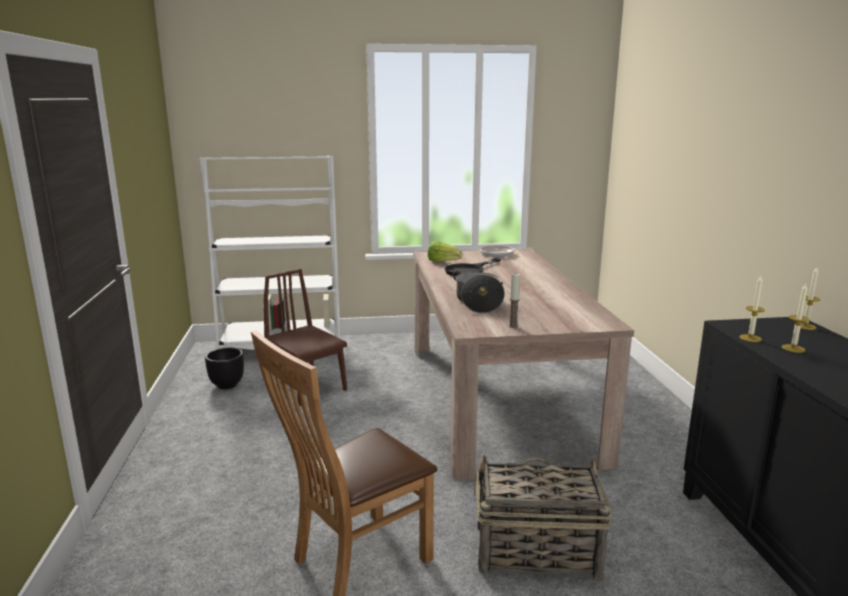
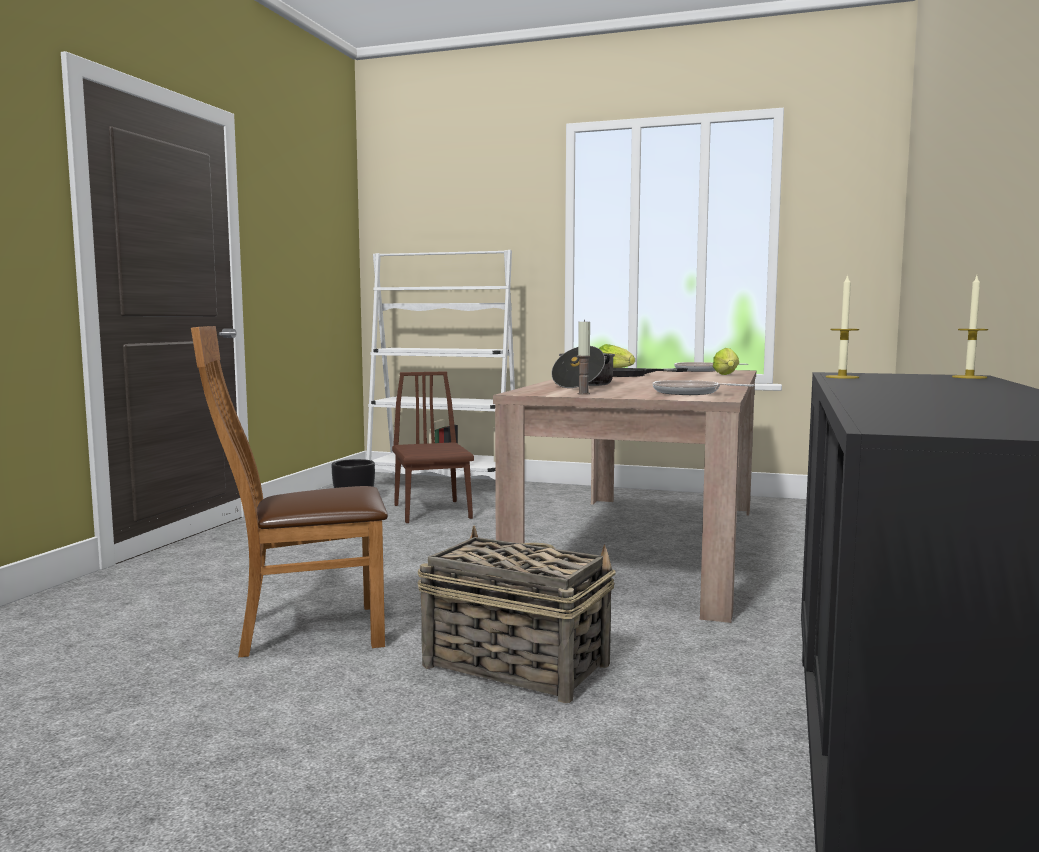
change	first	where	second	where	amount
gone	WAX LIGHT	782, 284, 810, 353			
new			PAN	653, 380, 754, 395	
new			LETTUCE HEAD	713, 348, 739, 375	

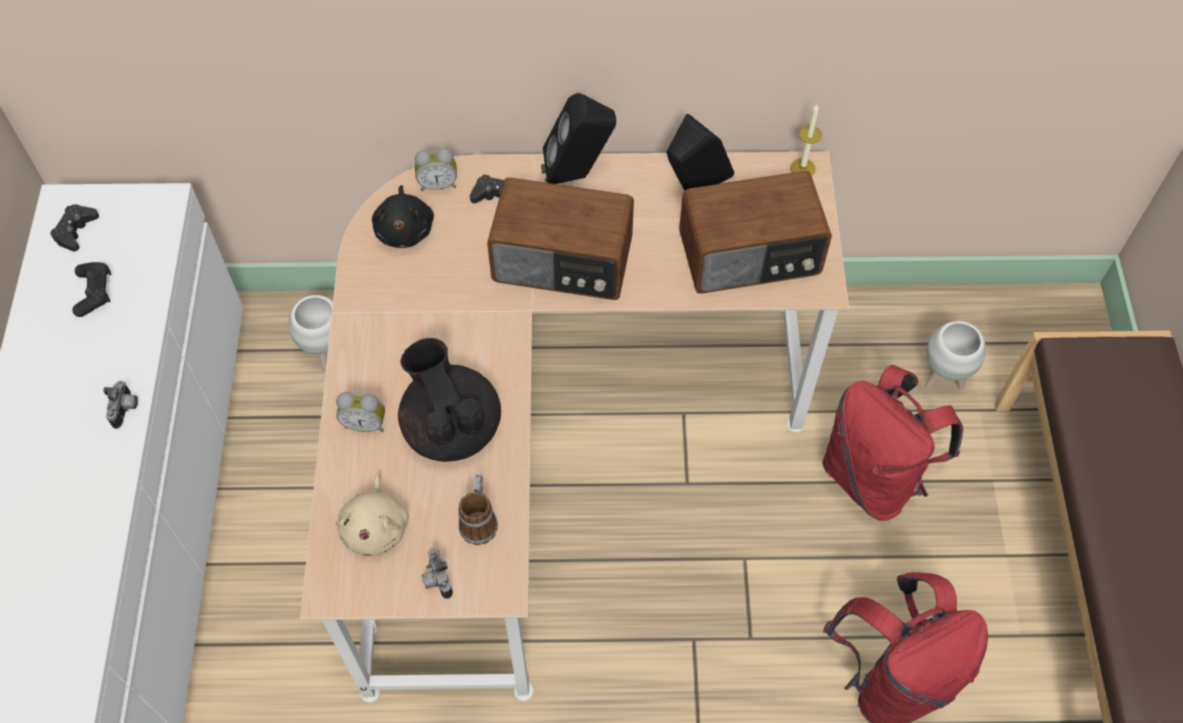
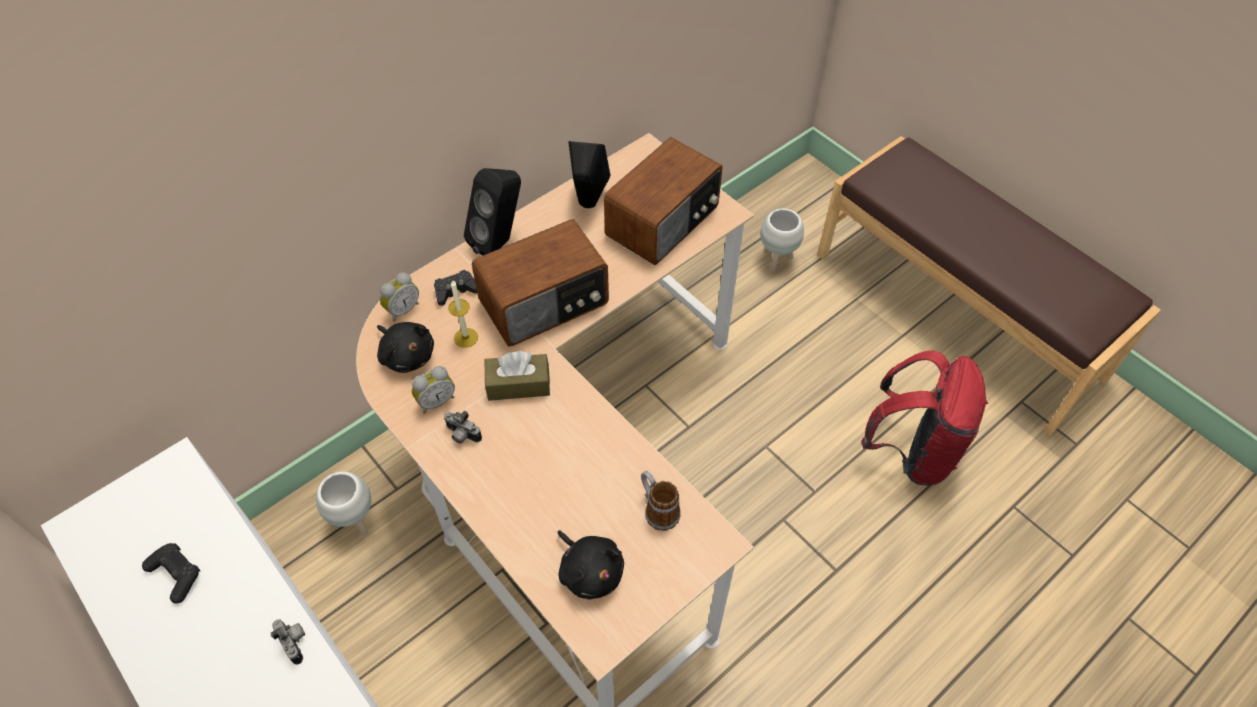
change	first	where	second	where	amount
gone	BLACKISH GAME CONTROLLER	50, 204, 99, 251			
gone	BLACKISH POT FOR TEA	398, 338, 501, 462			
gone	RED KNAPSACK	822, 365, 963, 521			
new			BROWN-COLOURED TISSUE BOX	485, 351, 550, 401	
shifted	TABLE CLOCK	336, 392, 385, 432		412, 366, 455, 414	
shifted	STILL CAMERA	421, 547, 453, 599		443, 411, 482, 444	
shifted	WAX LIGHT	790, 104, 822, 176		448, 280, 478, 348	
repainted	BEIGE-COLOURED PLUSH TOY	336, 473, 409, 557	BLACKISH PLUSH TOY	558, 530, 624, 599	

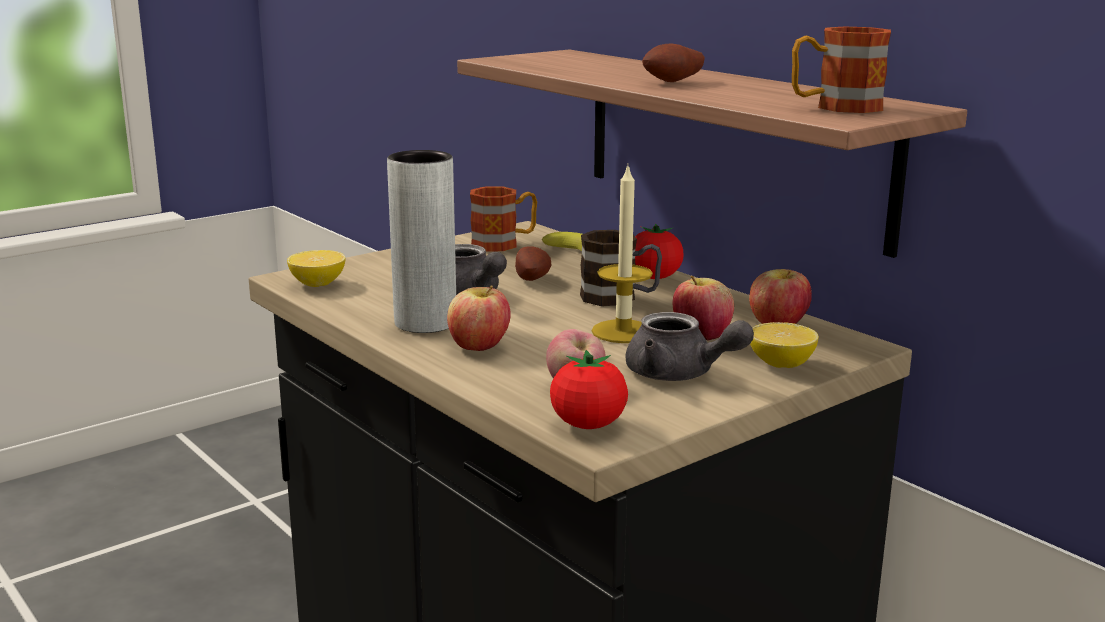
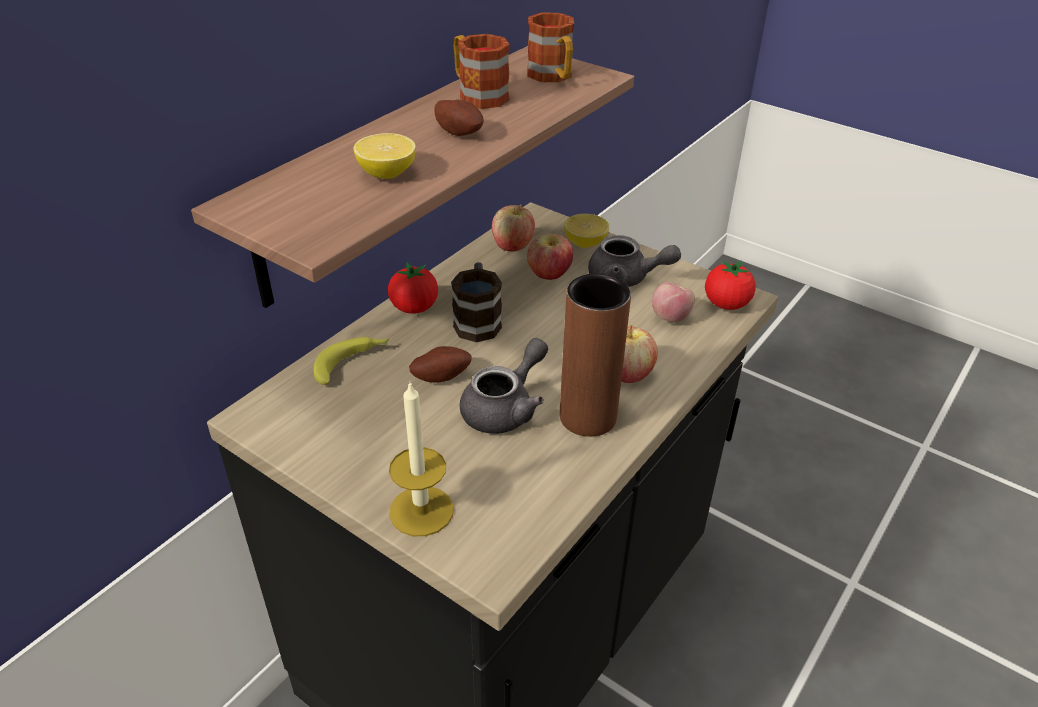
change	first	where	second	where	amount
shifted	WHOLE LEMON	287, 250, 345, 287		353, 133, 416, 179	
shifted	MUG	470, 187, 537, 251		453, 34, 510, 109	
shifted	WAX LIGHT	592, 163, 653, 343		389, 383, 454, 536	
repainted	GREYISH VASE	387, 150, 456, 333	BROWN-COLOURED VASE	560, 273, 631, 437	
rotated	GREYISH POT FOR TEA	625, 312, 754, 381		588, 235, 681, 287	90 degrees clockwise

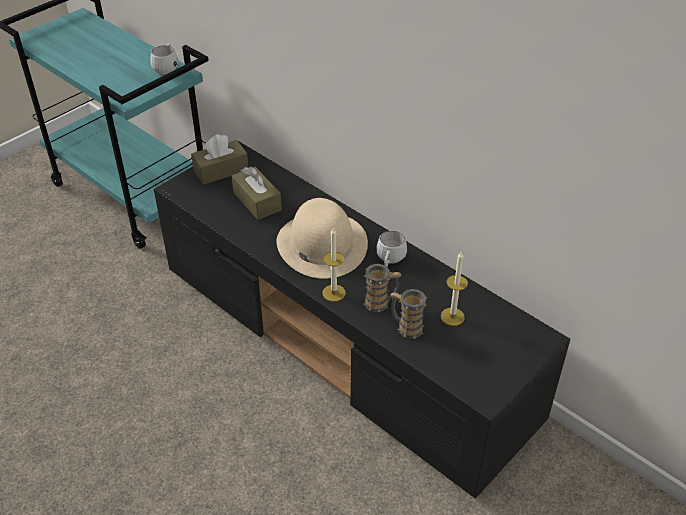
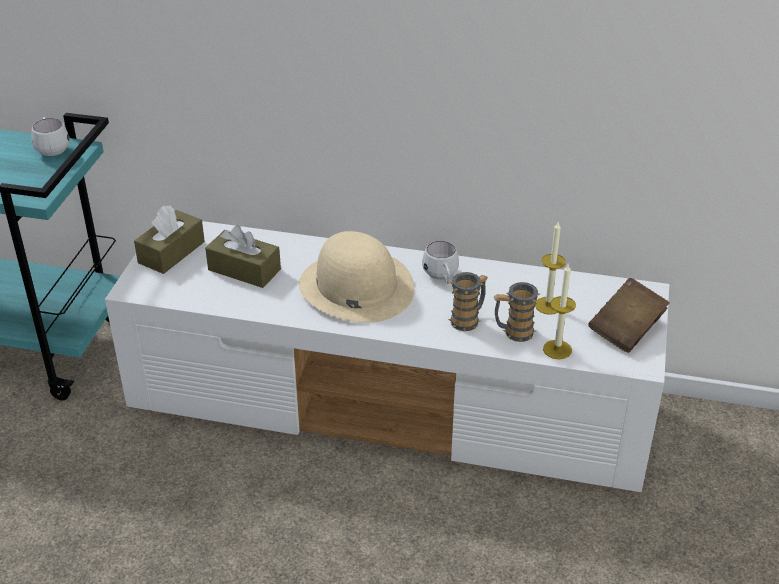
change	first	where	second	where	amount
new			BROWN-COLOURED VOLUME	588, 278, 670, 353	
shifted	WAX LIGHT	323, 227, 346, 302		543, 264, 576, 359	
repainted	BLACKISH MEDIA CONSOLE	154, 140, 570, 499	WHITISH MEDIA CONSOLE	105, 221, 669, 492	

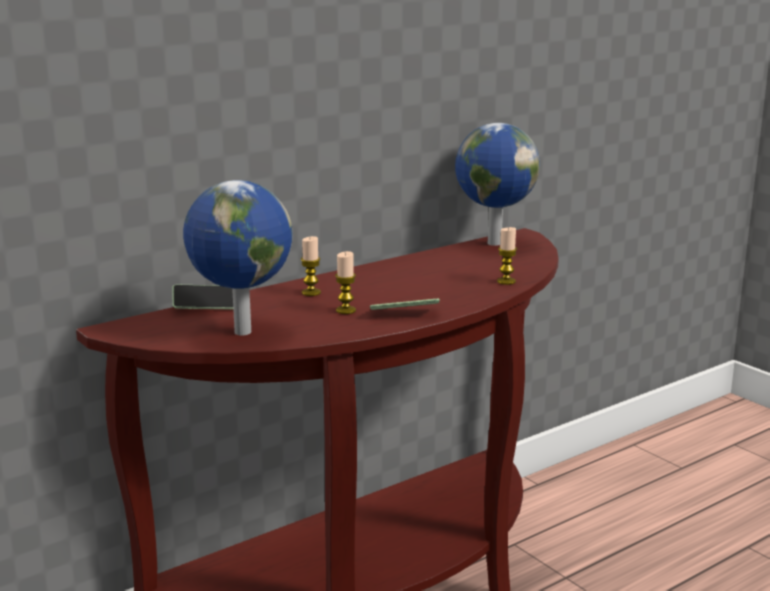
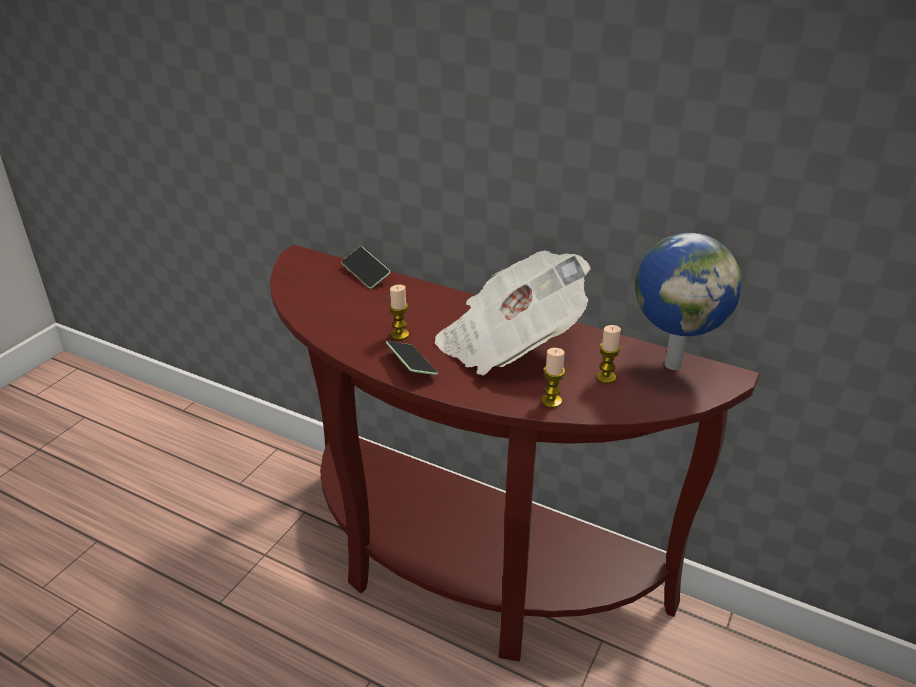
change	first	where	second	where	amount
gone	WORLD GLOBE	183, 180, 293, 336			
new			DAILY PAPER	435, 250, 591, 375	
shifted	WAX LIGHT	301, 236, 321, 296		596, 325, 621, 384	

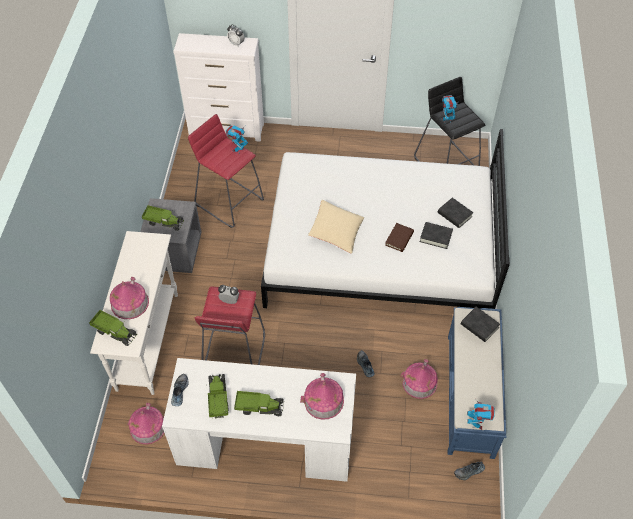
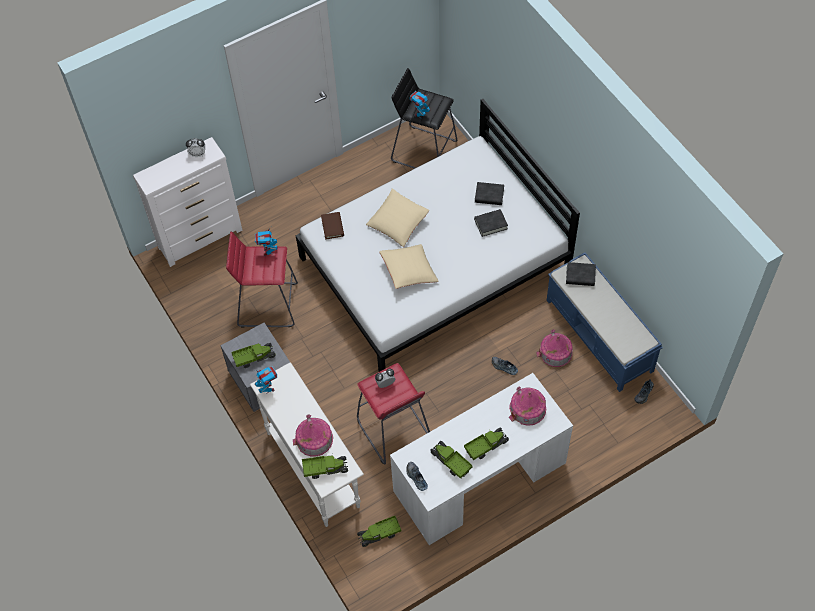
change	first	where	second	where	amount
new			BEIGE-COLOURED PILLOW	366, 188, 429, 247	
shifted	BROWN-COLOURED VOLUME	385, 223, 414, 252		321, 212, 344, 240	
shifted	MODEL ROBOT	467, 400, 495, 430		255, 367, 277, 394	
swapped	MODEL HOUSE	127, 403, 164, 445	TOY LORRY	357, 516, 401, 547	

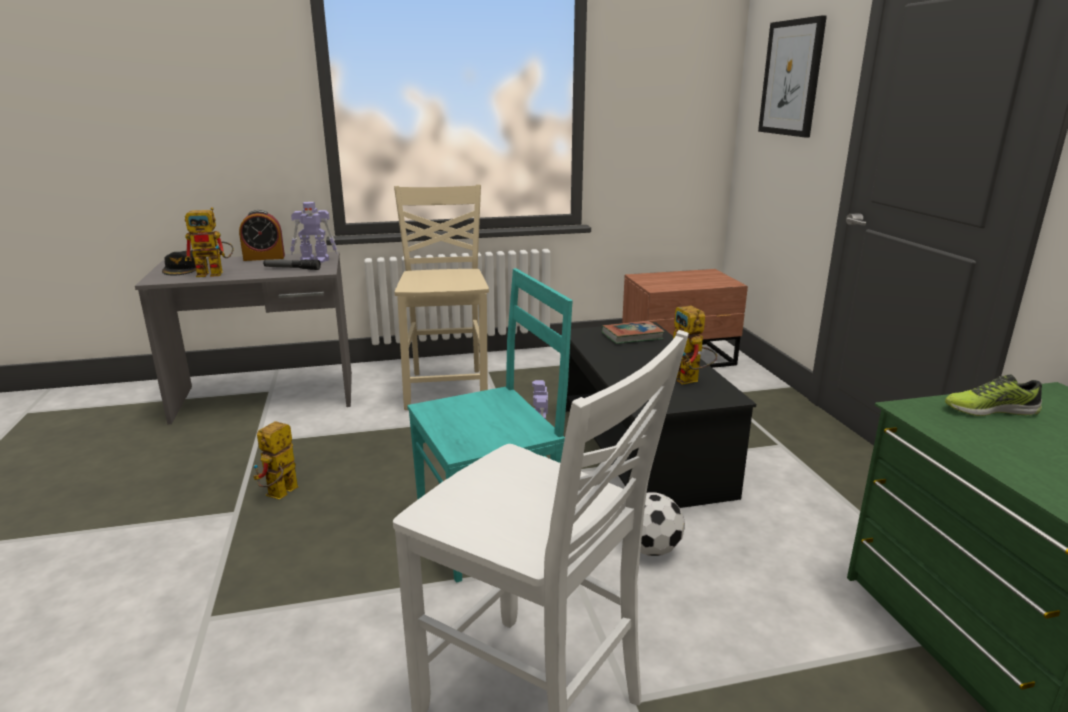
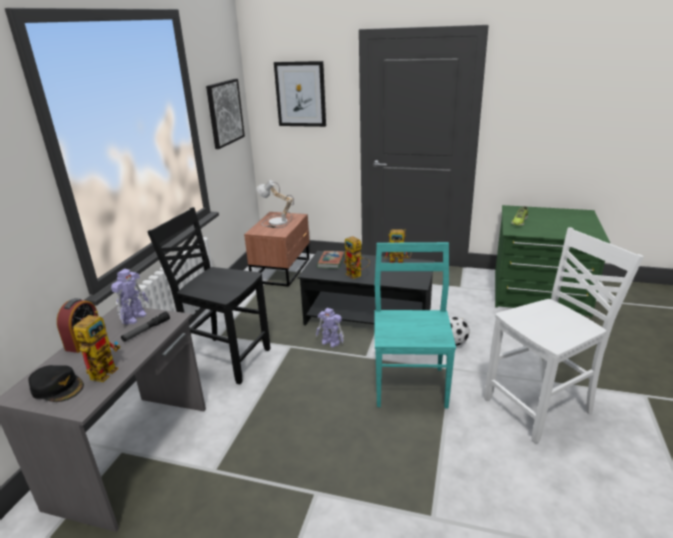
change	first	where	second	where	amount
new			WALL PICTURE	206, 79, 245, 149	
new			TABLETOP LAMP	257, 180, 294, 228	
shifted	MODEL ROBOT	253, 421, 298, 499		344, 236, 370, 279	
repainted	BEIGE-COLOURED PLAIN CHAIR	394, 184, 489, 410	BLACKISH PLAIN CHAIR	147, 207, 270, 384	

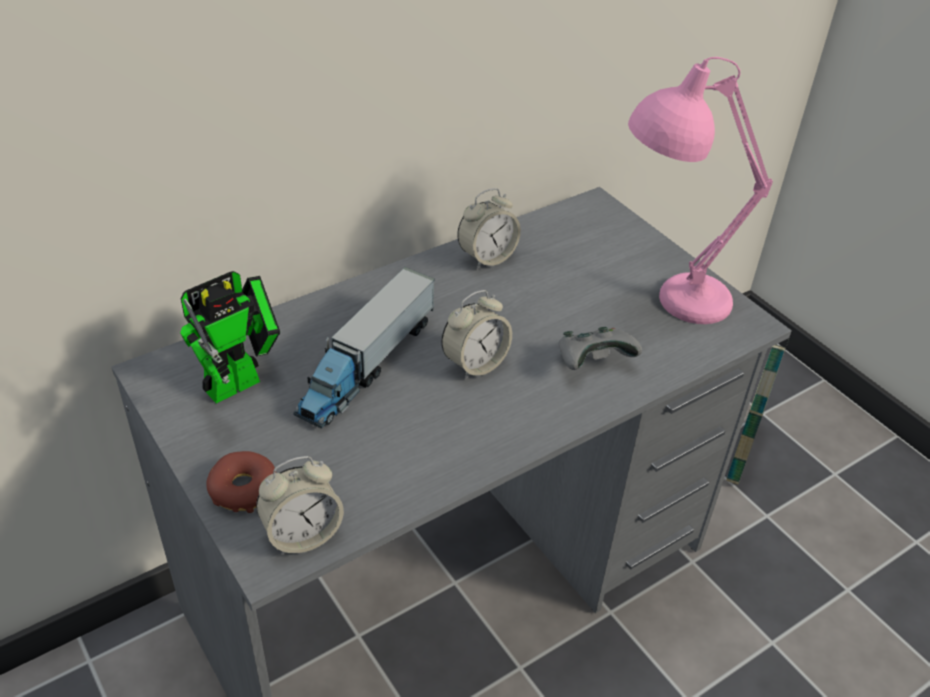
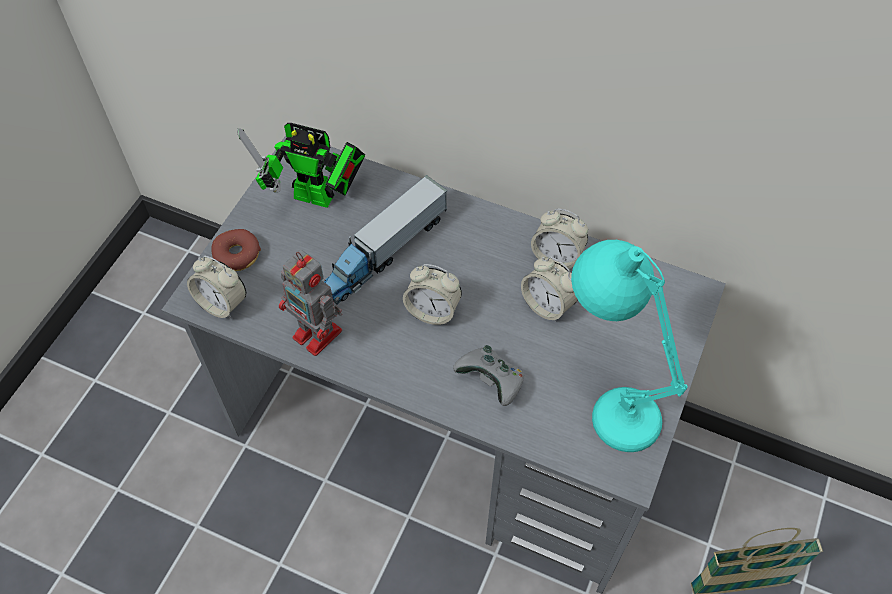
change	first	where	second	where	amount
new			MODEL ROBOT	279, 250, 342, 356	
new			TABLE CLOCK	521, 256, 578, 322	
repainted	PINKISH TABLETOP LAMP	628, 57, 773, 324	TURQUOISE TABLETOP LAMP	571, 240, 688, 452	
rotated	TOY LORRY	293, 267, 435, 429		324, 175, 448, 305	45 degrees counterclockwise

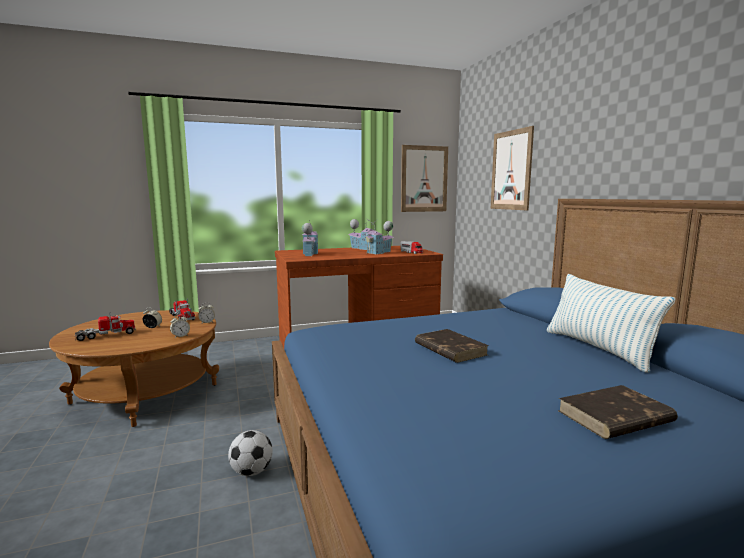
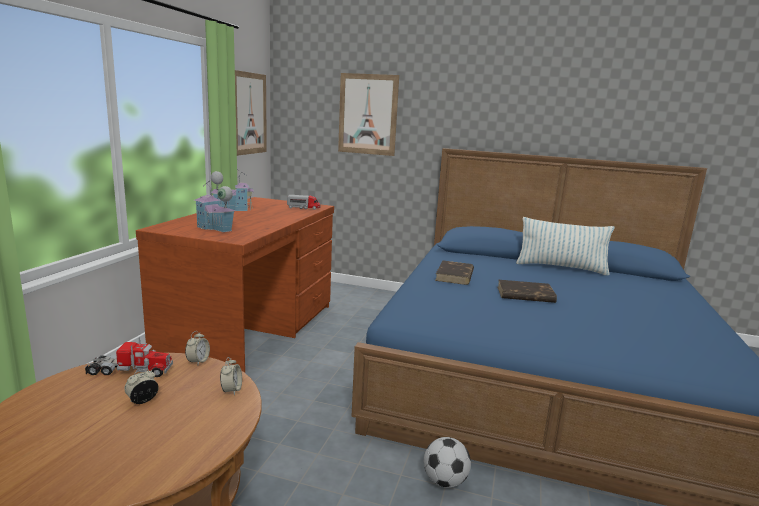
change	first	where	second	where	amount
gone	TOY LORRY	75, 312, 136, 341			
gone	MODEL HOUSE	365, 220, 394, 254			
shifted	BROWN-COLOURED VOLUME	558, 385, 678, 439		435, 260, 474, 285	

